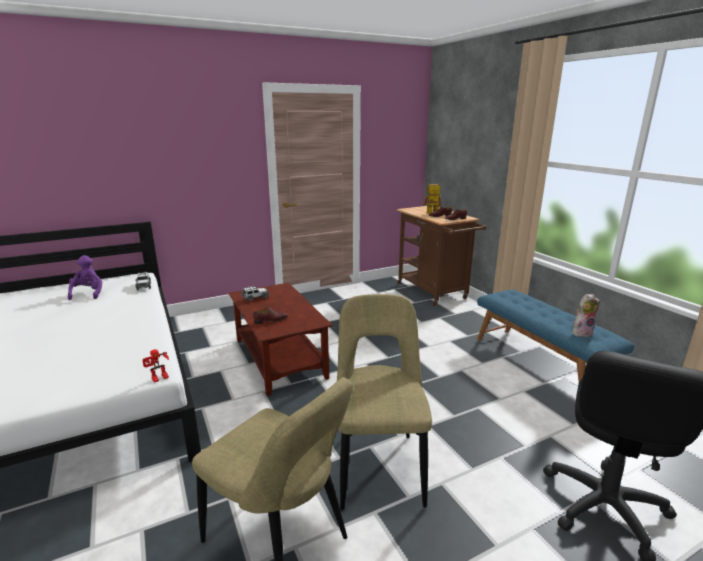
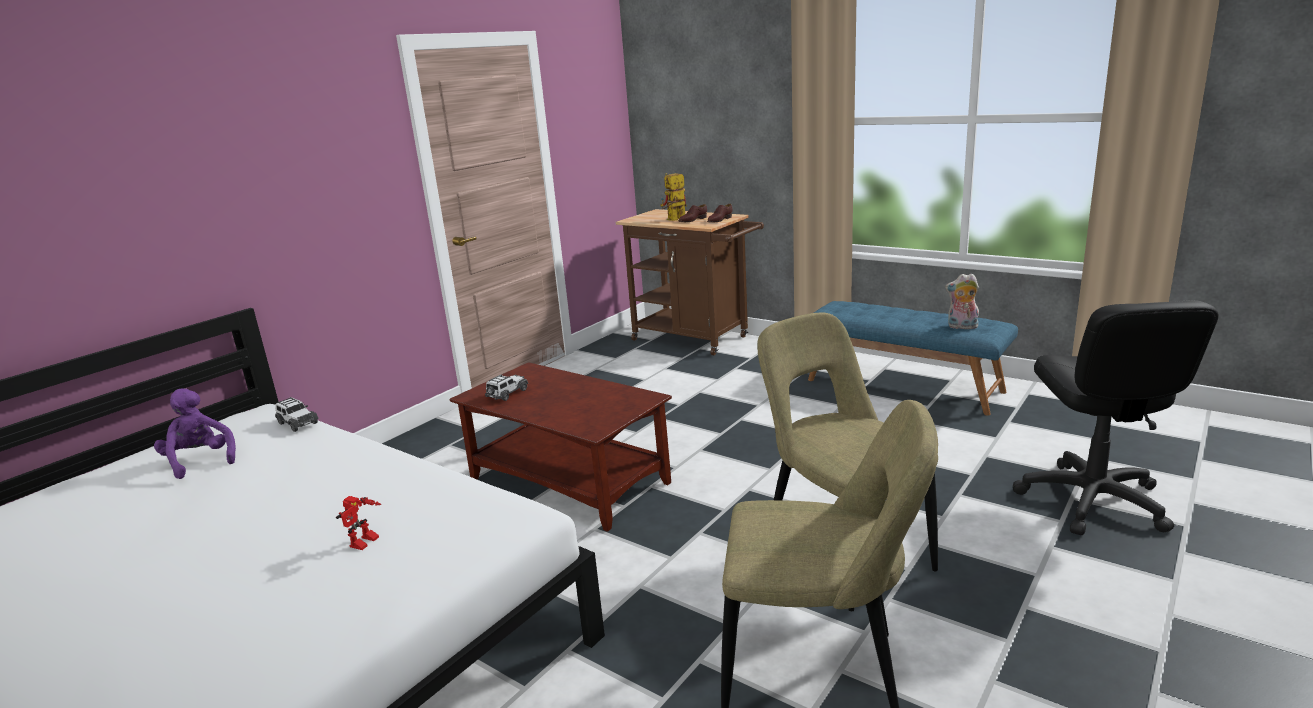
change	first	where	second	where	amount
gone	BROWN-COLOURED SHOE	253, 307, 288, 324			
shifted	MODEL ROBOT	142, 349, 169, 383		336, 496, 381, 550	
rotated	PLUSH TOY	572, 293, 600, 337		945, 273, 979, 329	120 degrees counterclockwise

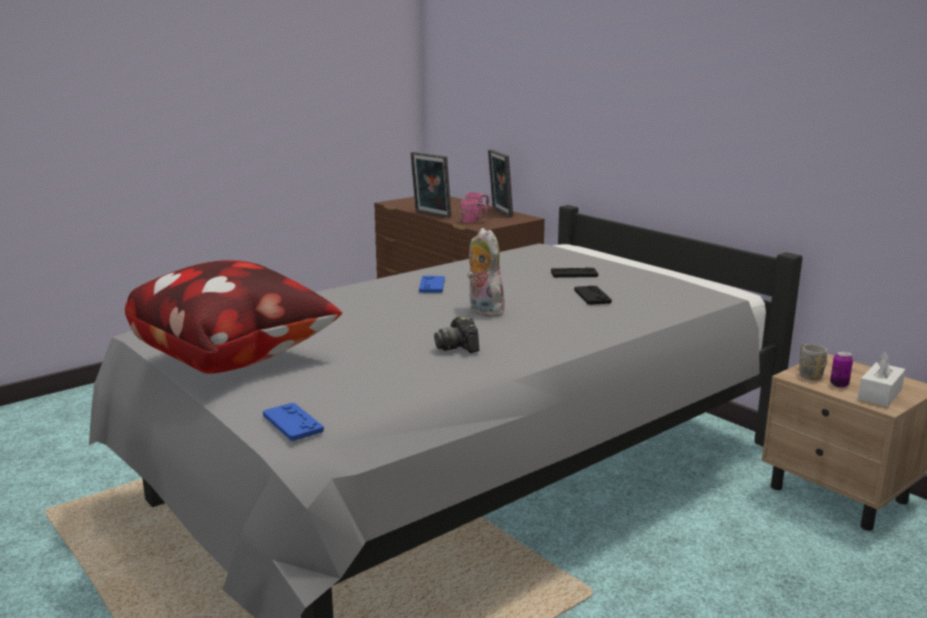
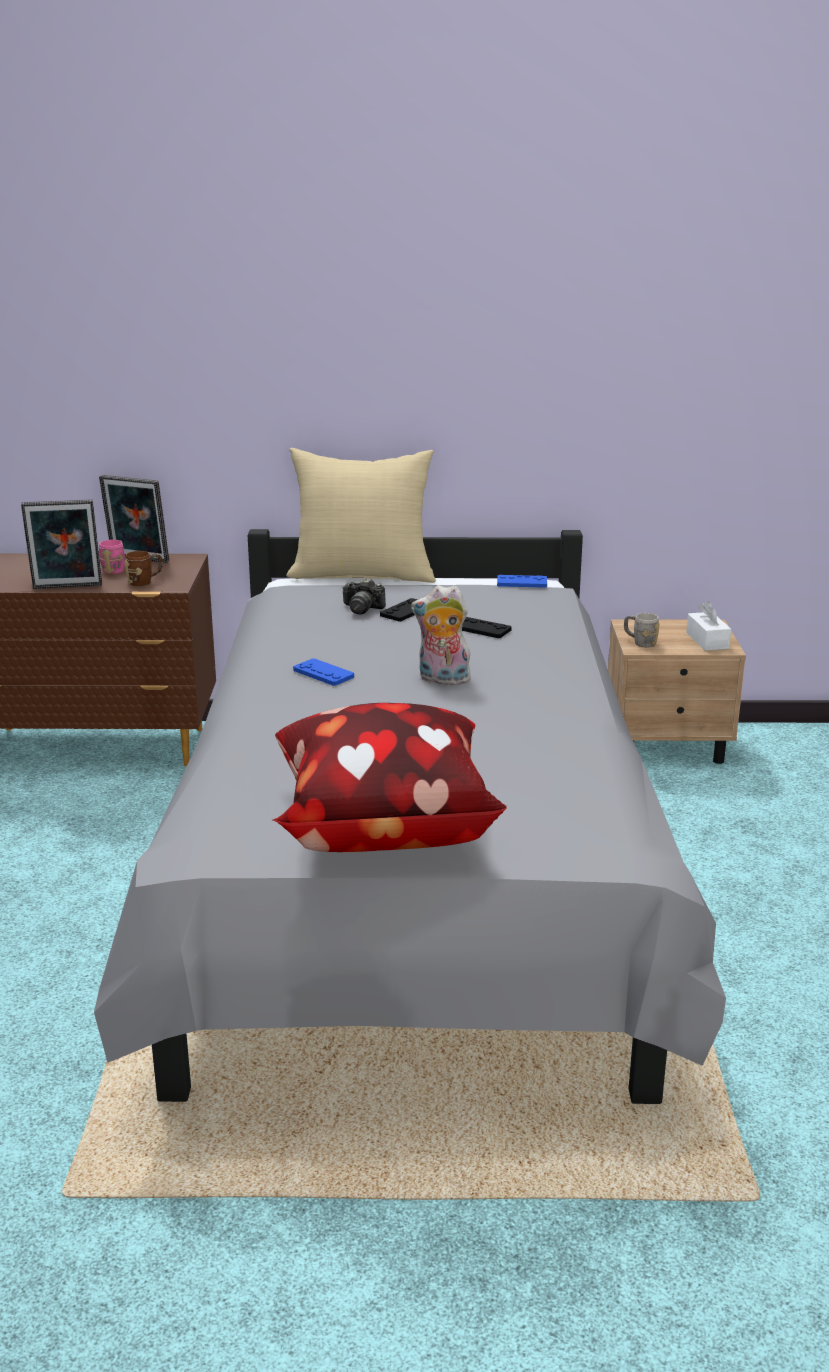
change	first	where	second	where	amount
gone	METAL CAN	830, 351, 853, 388			
new			BEIGE-COLOURED PILLOW	286, 448, 436, 583	
shifted	BLUISH GAME CONTROLLER	263, 403, 324, 441		497, 575, 547, 588	
shifted	STILL CAMERA	434, 316, 479, 353		342, 578, 386, 615	
repainted	PINKISH MUG	460, 199, 487, 223	BROWN-COLOURED MUG	125, 551, 163, 586	

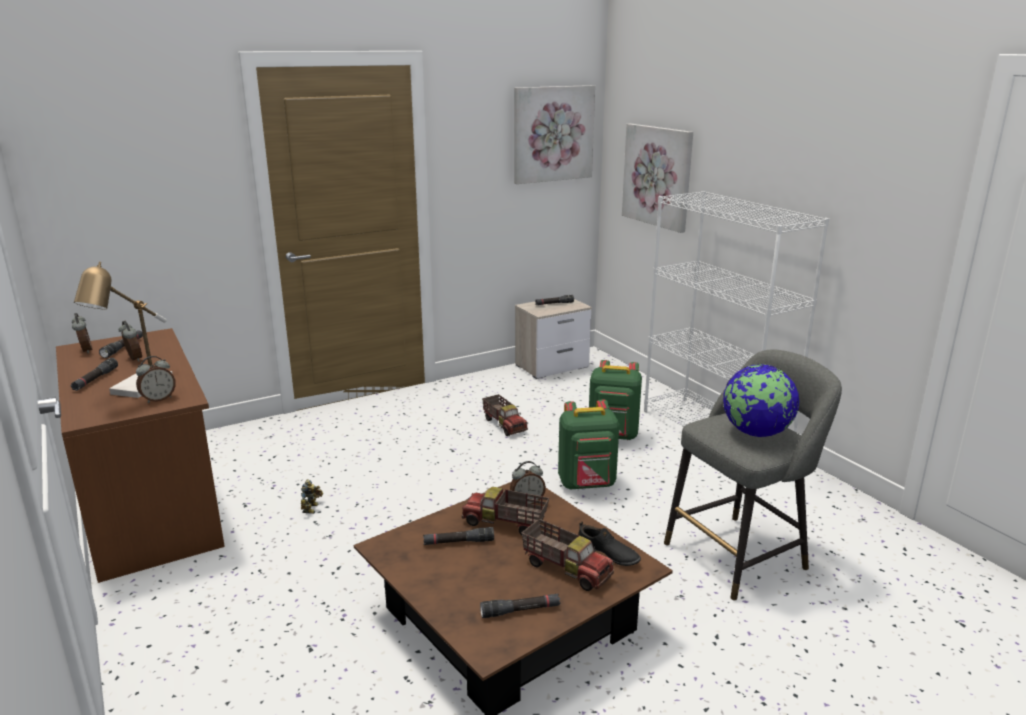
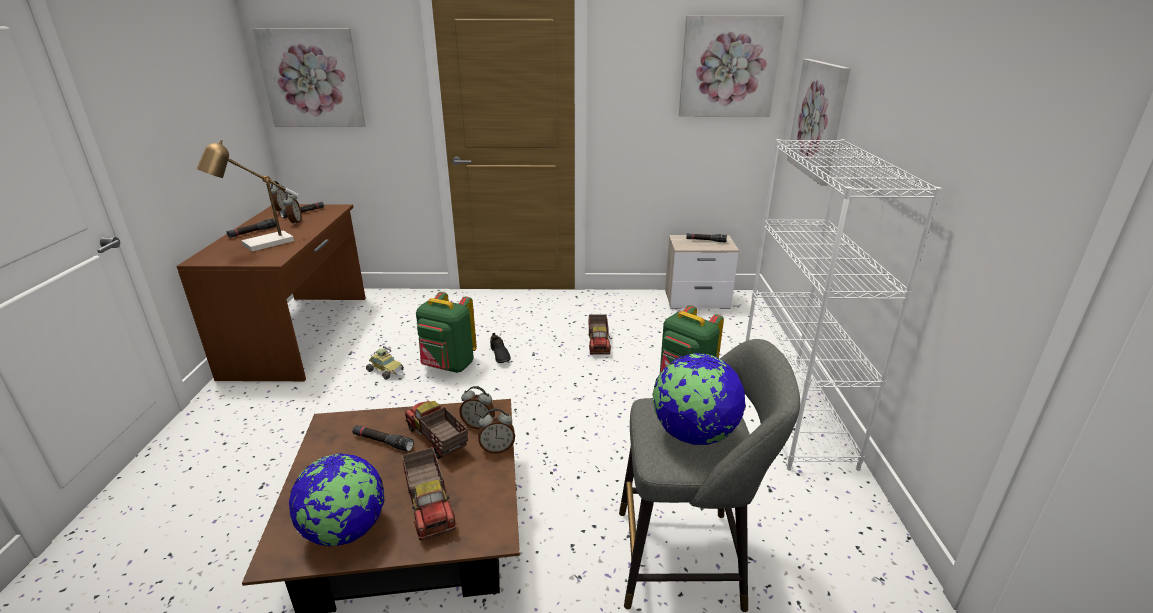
change	first	where	second	where	amount
new			WALL PICTURE	253, 28, 365, 127	
shifted	TABLE CLOCK	136, 356, 176, 403		478, 409, 515, 454	
shifted	GREEN KNAPSACK	558, 400, 619, 490		416, 292, 477, 373	
shifted	BLACKISH SHOE	578, 521, 641, 566		490, 333, 511, 363	
swapped	MODEL ROBOT	301, 479, 323, 514	TOY CAR	366, 346, 404, 380	
swapped	BLACKISH TORCH	480, 594, 560, 618	WORLD GLOBE	289, 453, 385, 547	

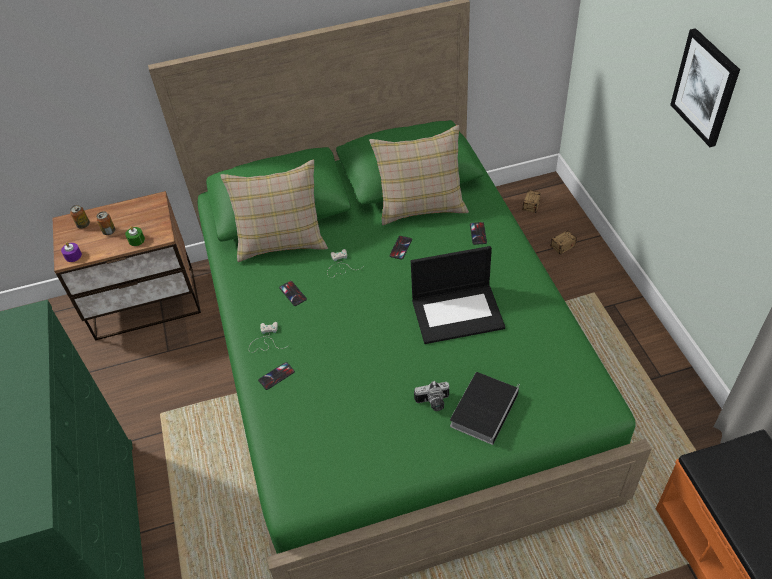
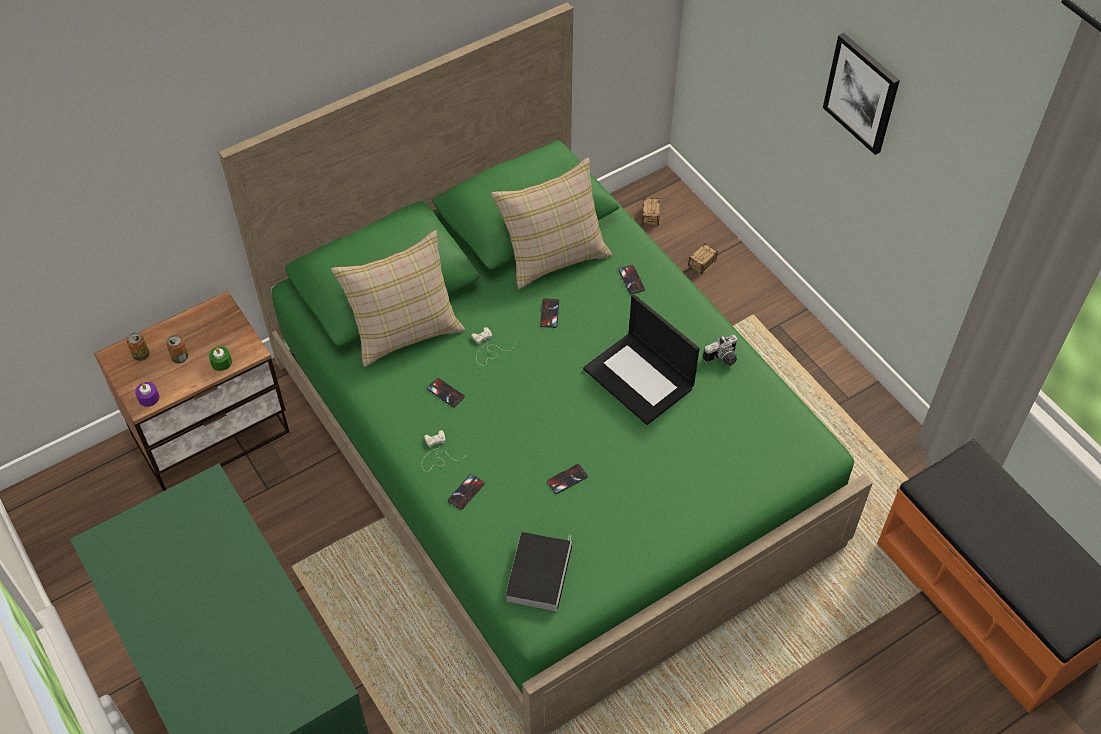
change	first	where	second	where	amount
new			PHONE	547, 464, 588, 494	
shifted	STILL CAMERA	414, 381, 449, 411		703, 335, 737, 366	
shifted	VOLUME	450, 372, 520, 445		506, 532, 572, 611	
rotated	NOTEBOOK COMPUTER	411, 246, 505, 344		583, 294, 700, 425	75 degrees clockwise

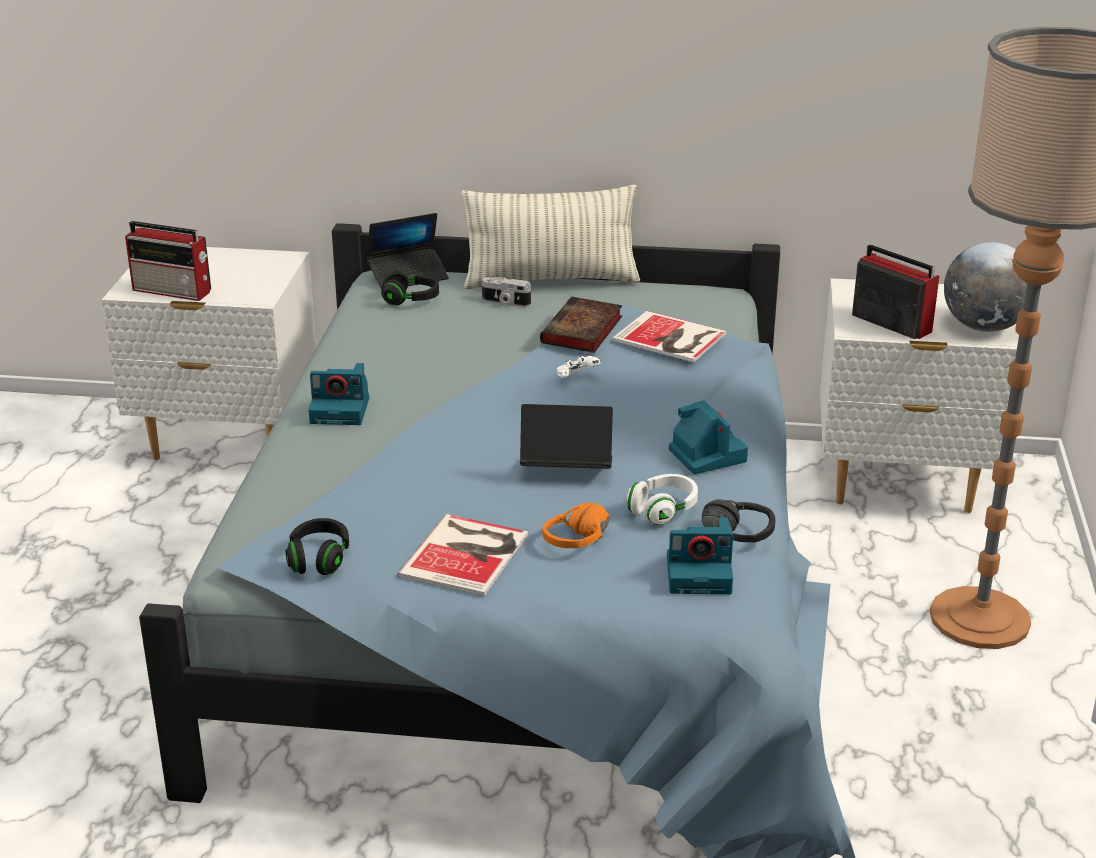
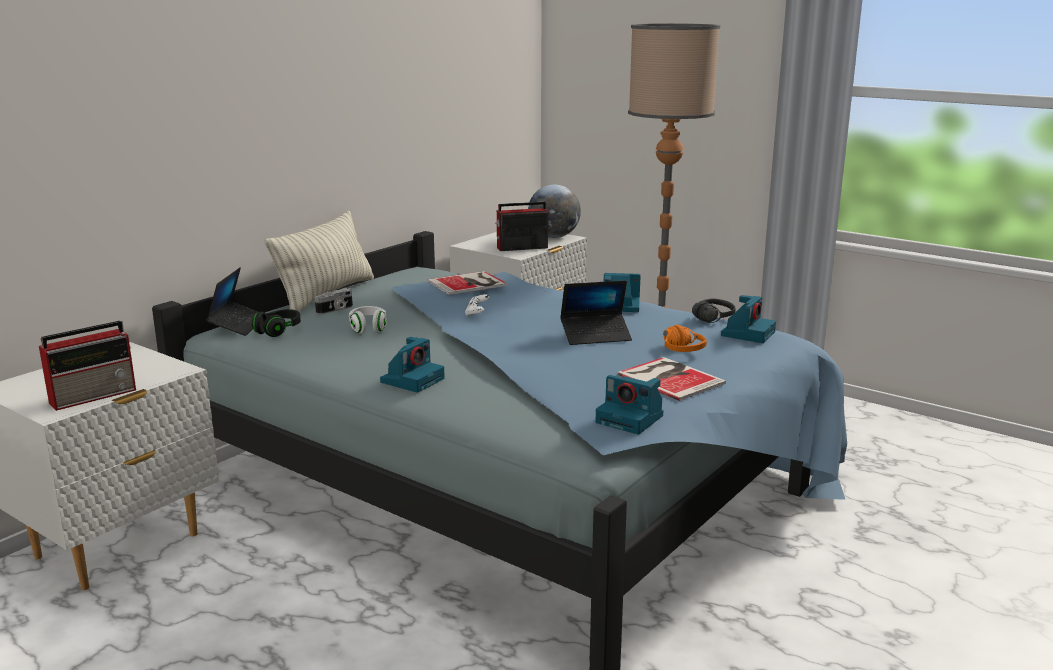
change	first	where	second	where	amount
gone	VOLUME	540, 296, 623, 353			
shifted	WHITISH HEADPHONES	626, 474, 698, 525		349, 306, 387, 334	
swapped	BLACKISH HEADPHONES	285, 518, 349, 575	STILL CAMERA	596, 375, 663, 434	
rotated	NOTEBOOK COMPUTER	520, 404, 613, 469		560, 280, 632, 345	135 degrees counterclockwise

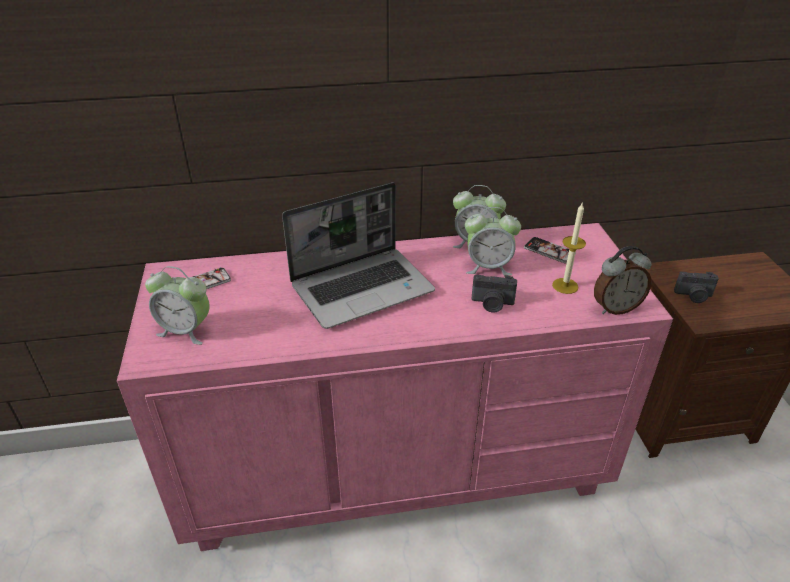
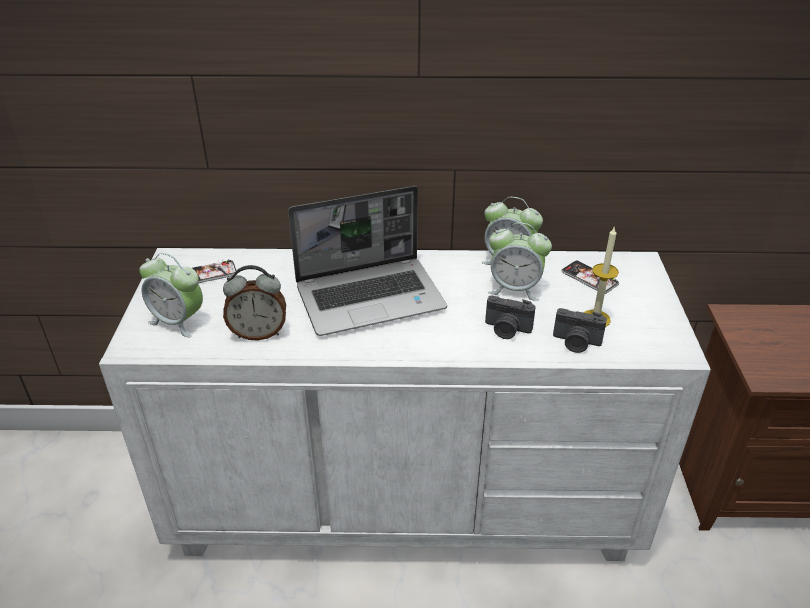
change	first	where	second	where	amount
shifted	TABLE CLOCK	594, 246, 652, 315		223, 265, 286, 340	
shifted	STILL CAMERA	674, 272, 719, 303		553, 308, 607, 353	
repainted	PINKISH CHEST OF DRAWERS	117, 223, 673, 551	WHITISH CHEST OF DRAWERS	99, 248, 711, 561	

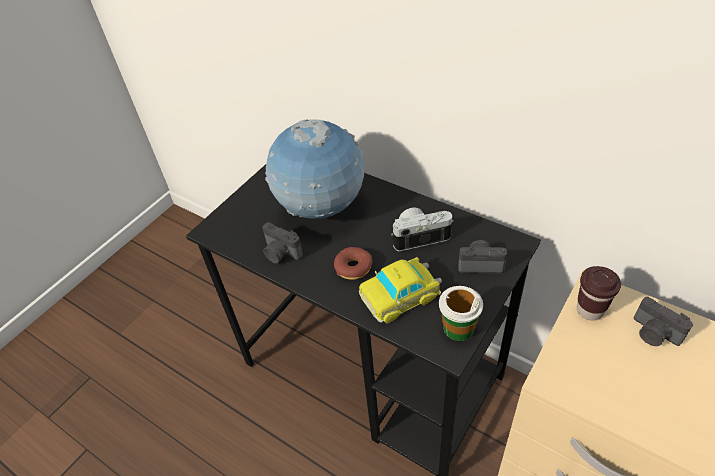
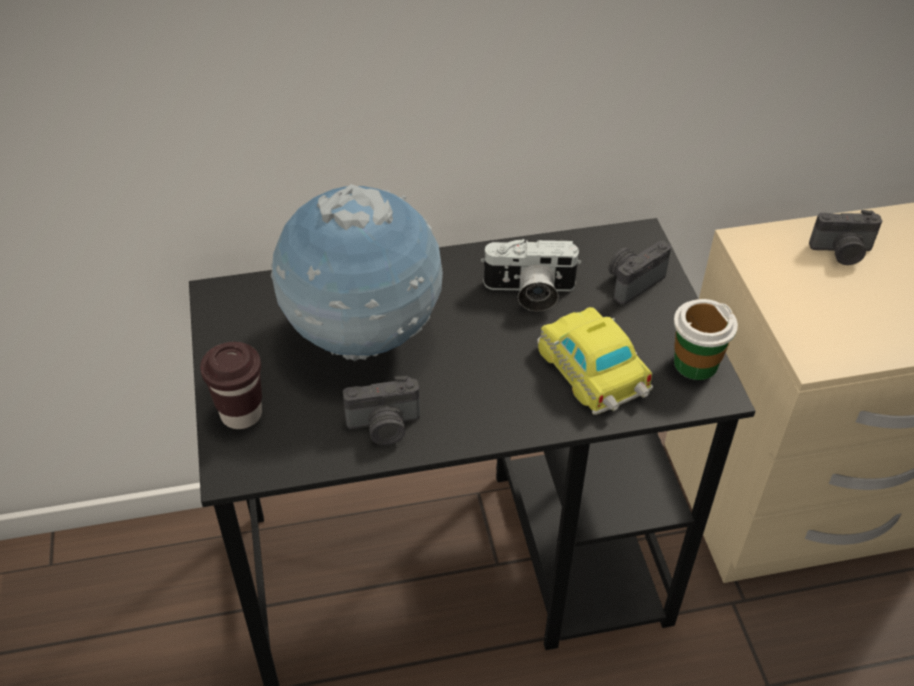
change	first	where	second	where	amount
gone	DONUT	334, 247, 372, 280			
shifted	BROWN-COLOURED DRINKING CUP	577, 266, 621, 321		200, 342, 262, 429	
rotated	TOY CAR	359, 257, 442, 323		537, 307, 653, 415	135 degrees clockwise
rotated	STILL CAMERA	391, 207, 454, 252		481, 239, 581, 312	120 degrees counterclockwise

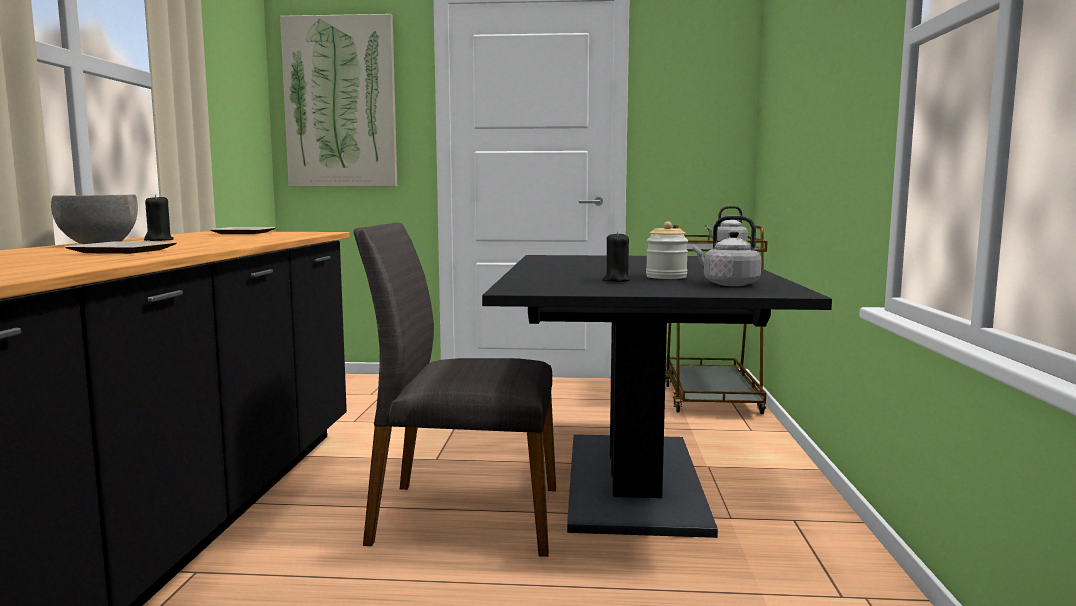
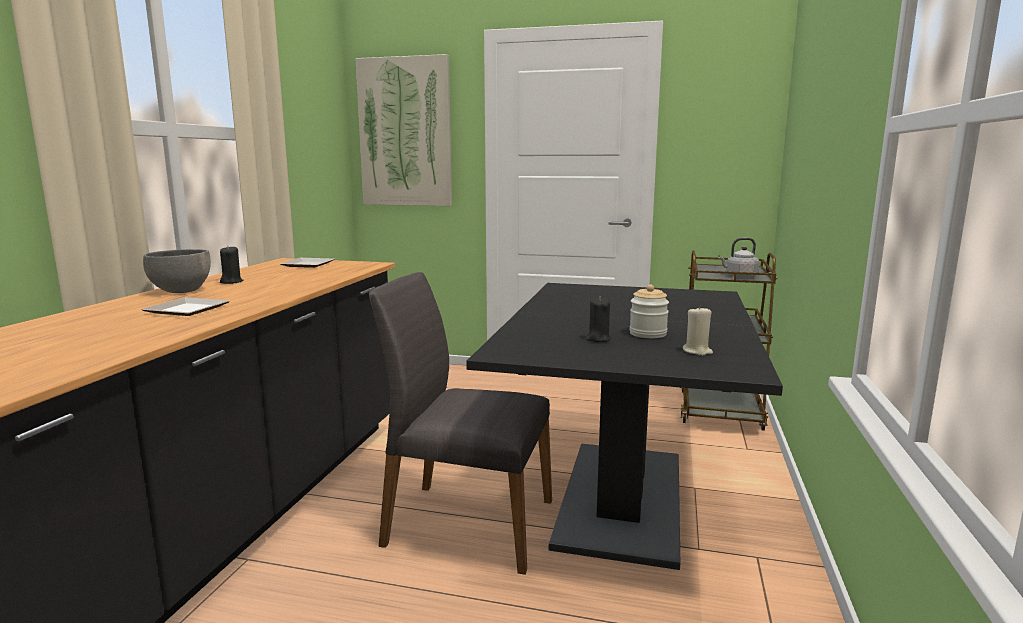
change	first	where	second	where	amount
swapped	GREYISH KETTLE	692, 216, 762, 286	BEIGE-COLOURED WAX LIGHT	683, 306, 713, 355	

